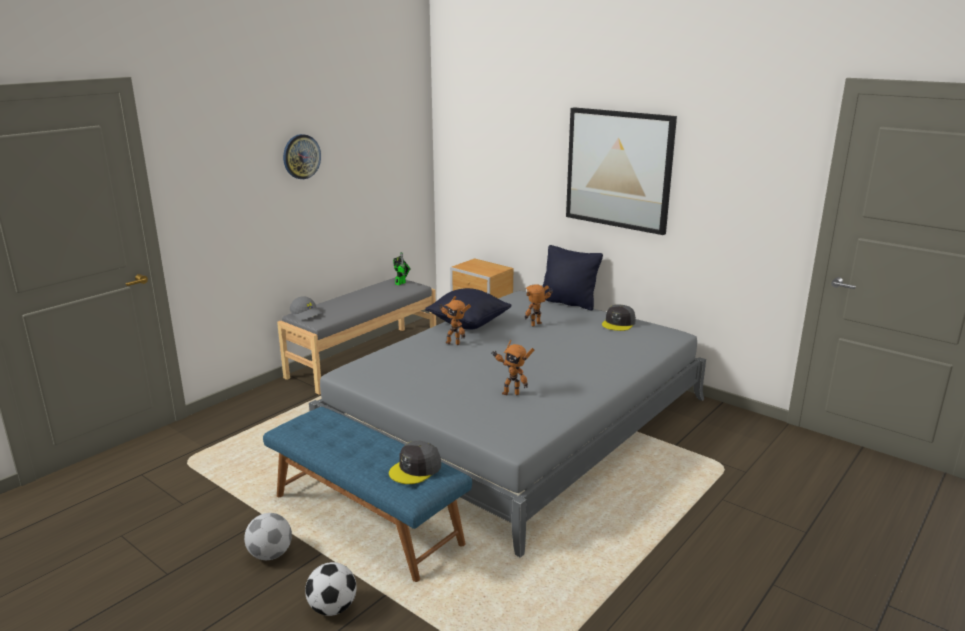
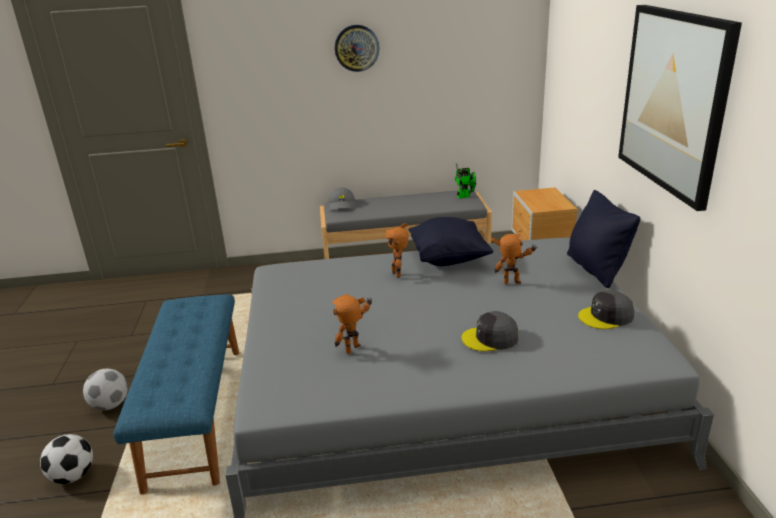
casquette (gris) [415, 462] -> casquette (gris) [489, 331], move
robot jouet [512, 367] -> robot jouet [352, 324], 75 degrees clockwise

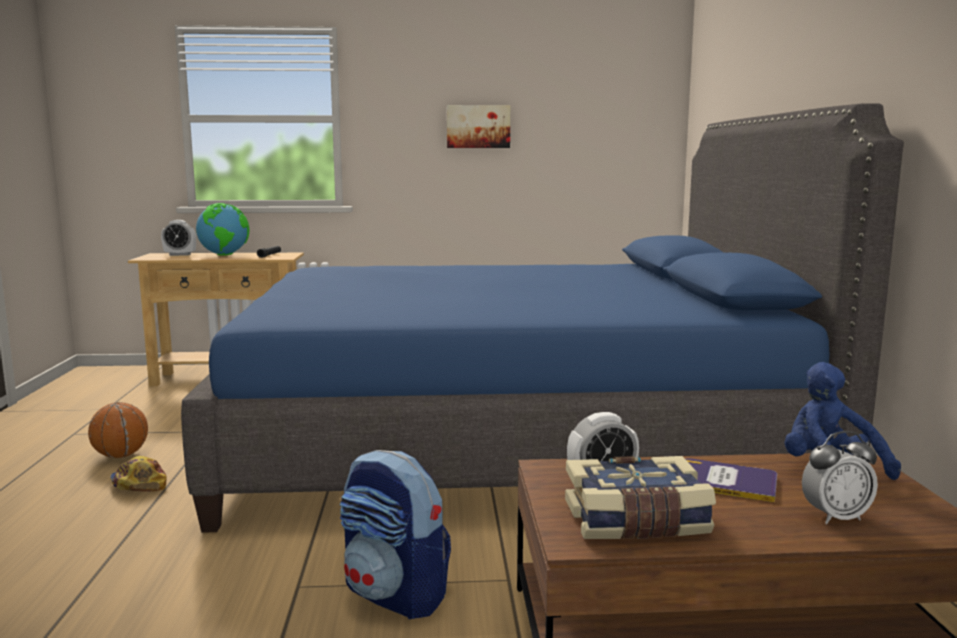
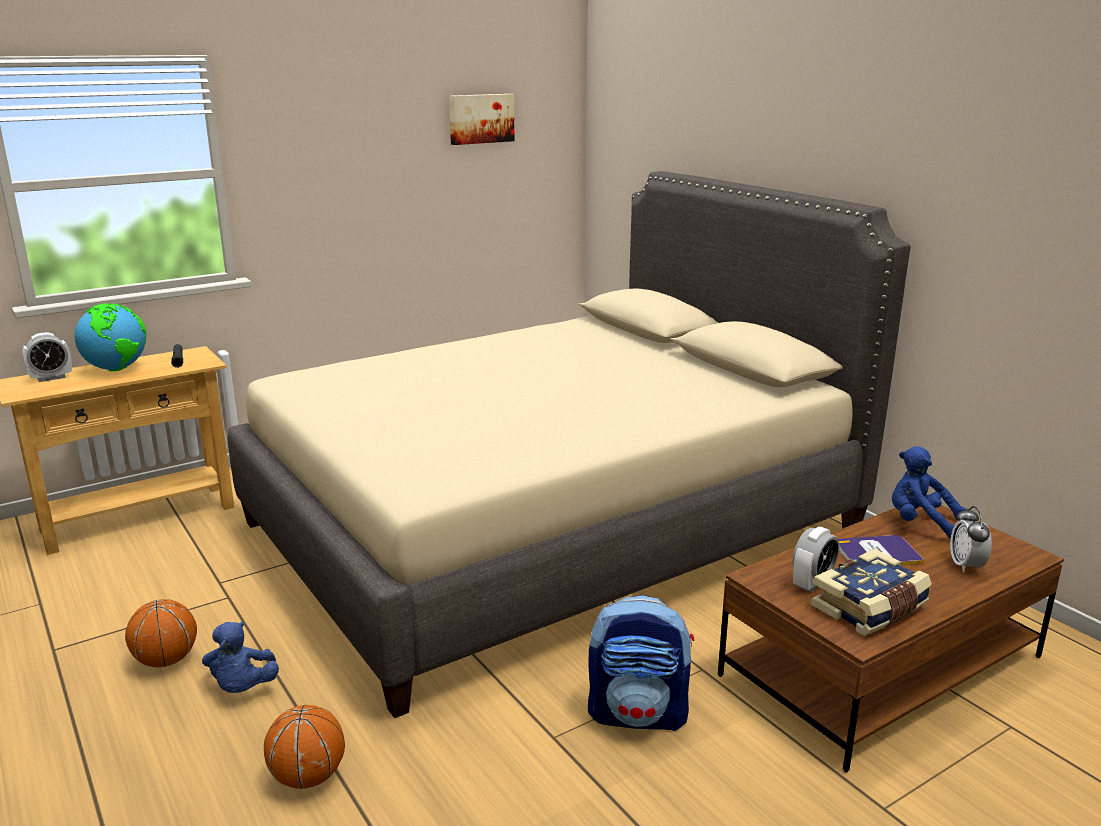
none -> ballon de basket [304, 747]
tableau [478, 126] -> tableau [482, 119], move
casquette [138, 474] -> peluche (bleu) [240, 657]
lit (bleu) [542, 318] -> lit (beige) [569, 444]
réveil [840, 477] -> réveil [971, 539], 135 degrees clockwise

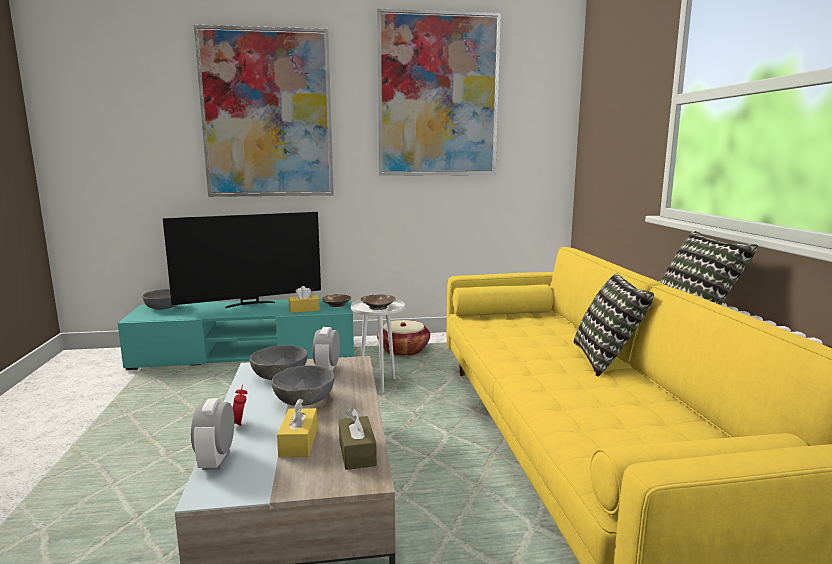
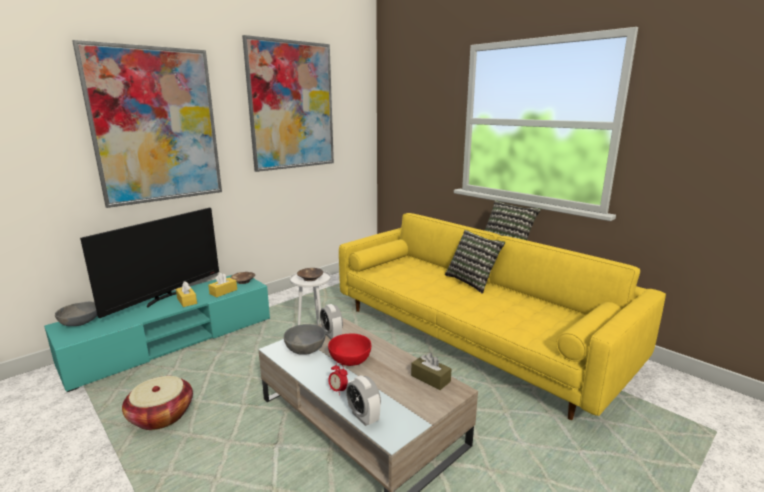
boîte à mouchoirs (jaune) [297, 427] -> boîte à mouchoirs (jaune) [186, 294], move
panier [403, 338] -> panier [157, 403], move
bol (gris) [303, 385] -> bol (rouge) [350, 350]

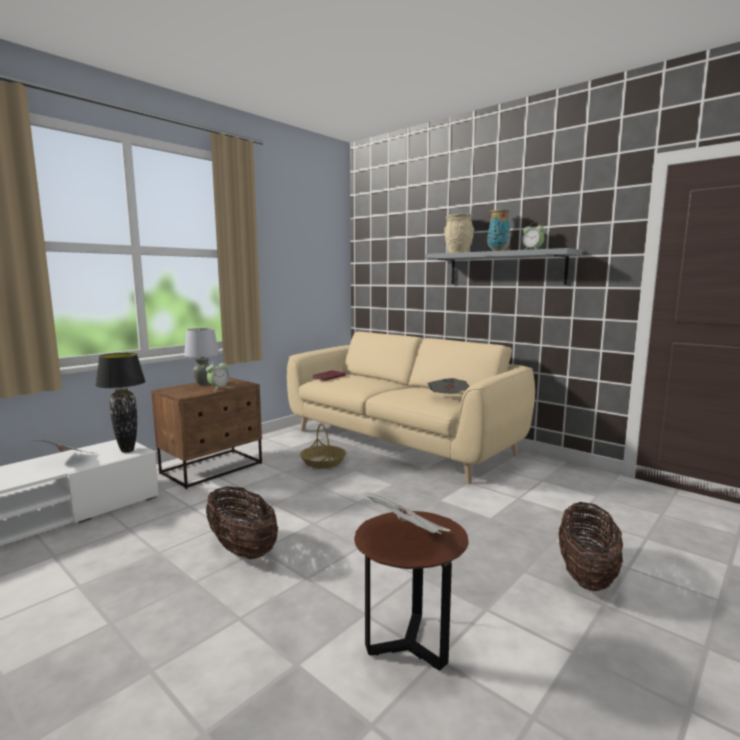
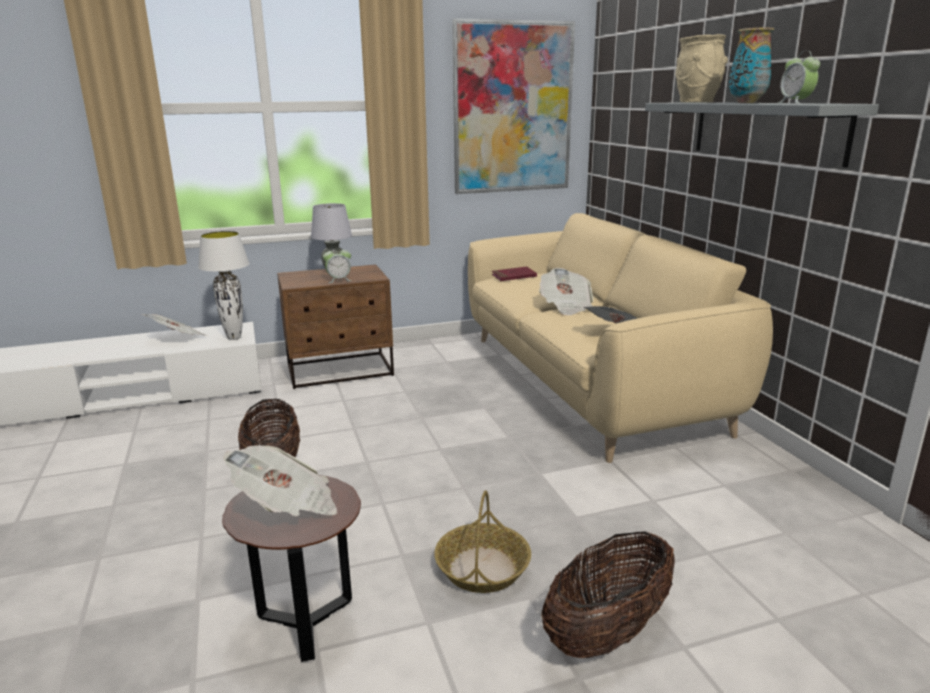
none -> tableau [513, 106]
none -> journal [566, 292]
panier [323, 445] -> panier [482, 541], move
lampe de table (noir) [120, 403] -> lampe de table (blanc) [224, 285]

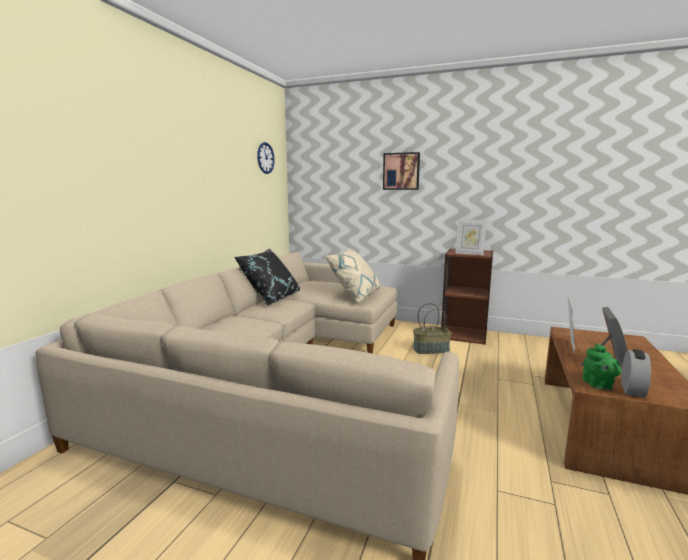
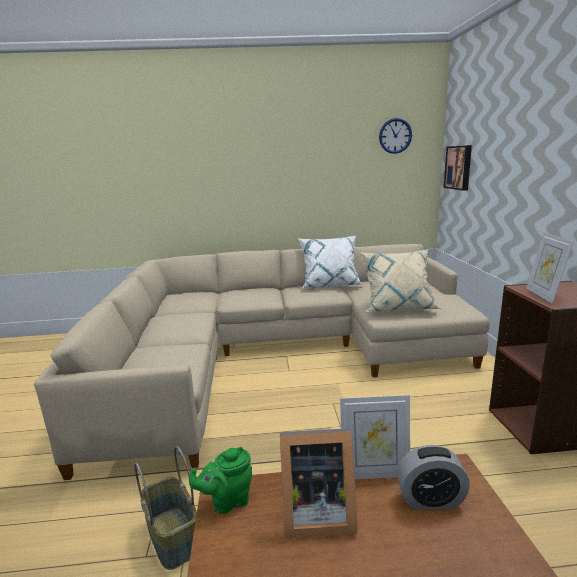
tableau [401, 171] -> tableau [458, 168], move
panier [432, 328] -> panier [165, 508], move
réveil [636, 373] -> réveil [433, 477], move
coussin (noir) [267, 277] -> coussin (blanc) [331, 262]

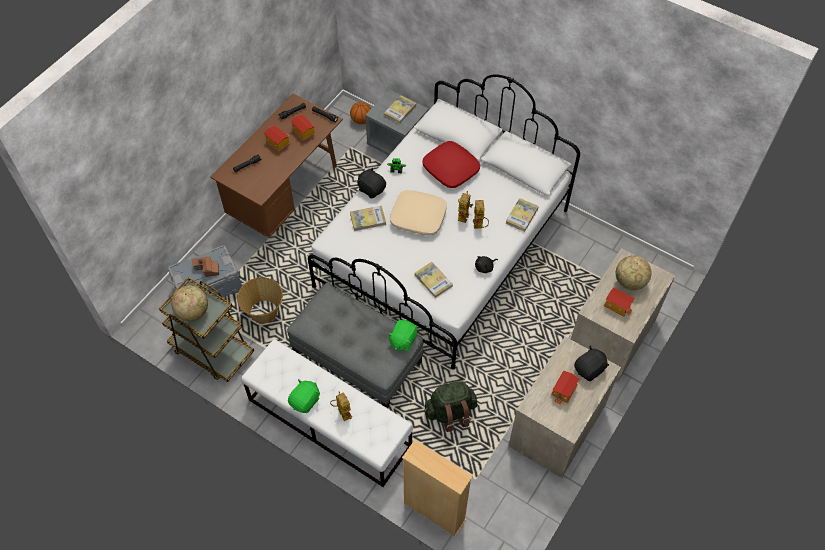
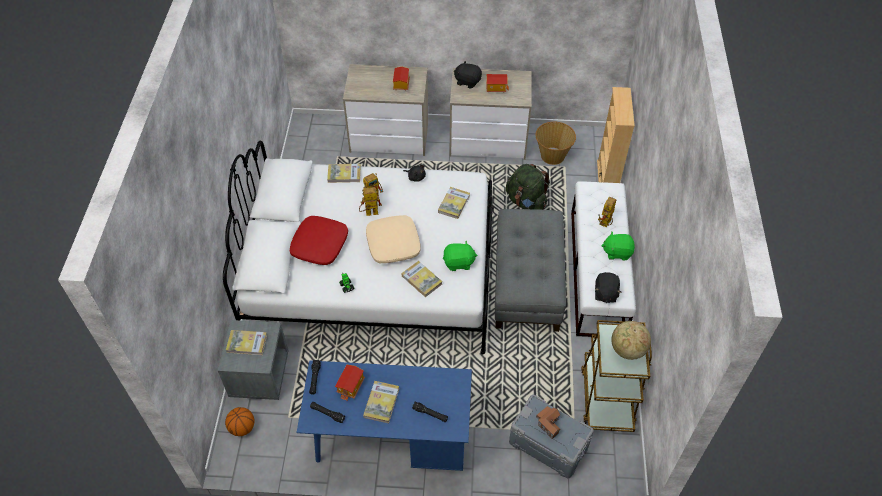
globe [634, 272] -> none
panier [260, 300] -> panier [555, 143], move
peluche (noir) [371, 183] -> peluche (noir) [608, 287], move
peluche (vert) [402, 335] -> peluche (vert) [460, 256], move
maison miniature [277, 138] -> livre [381, 402]
bureau (marron) [276, 166] -> bureau (bleu) [384, 415]

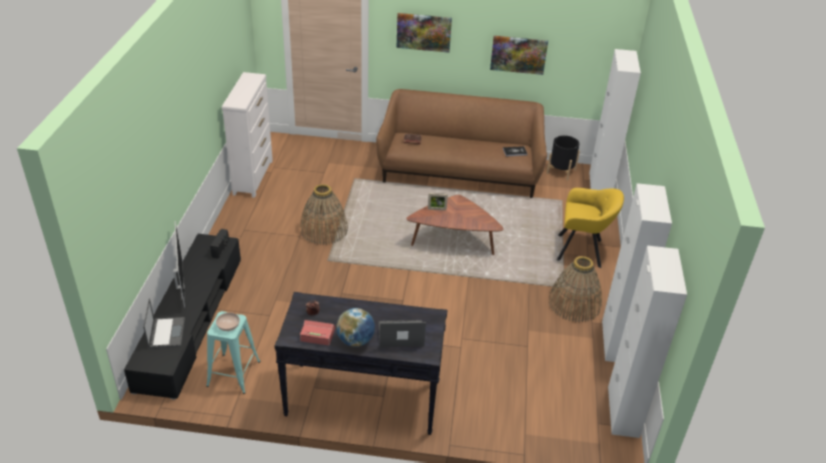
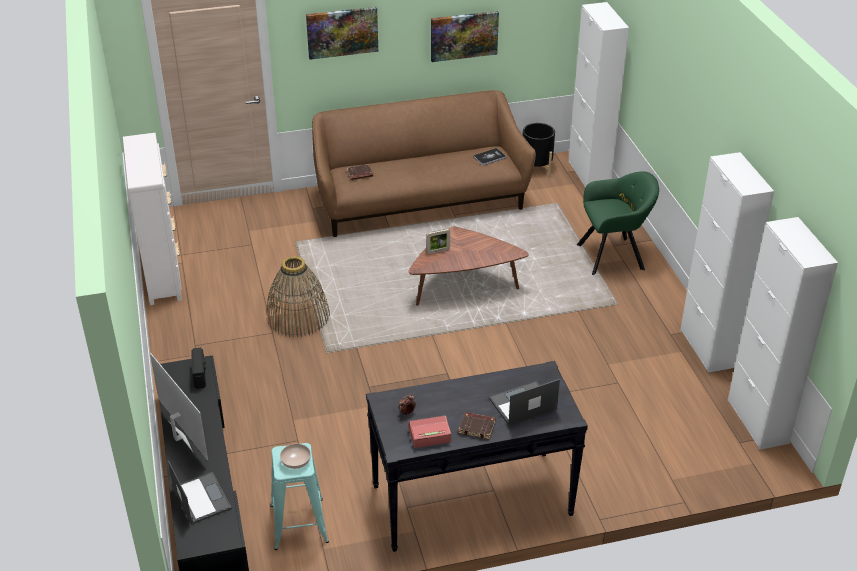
panier [575, 289] -> none
globe [355, 327] -> livre (marron) [477, 425]
fauteuil (jaune) [590, 228] -> fauteuil (vert) [618, 223]

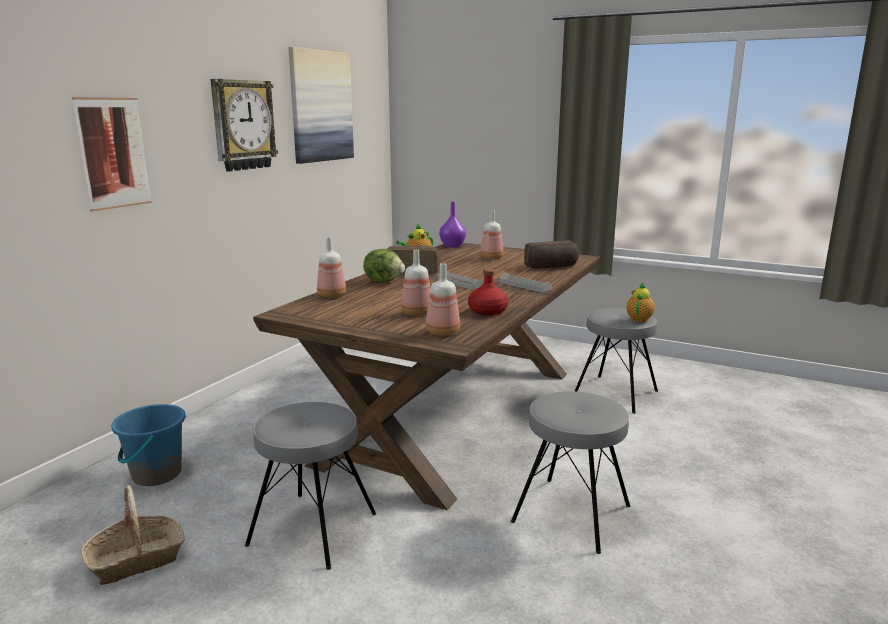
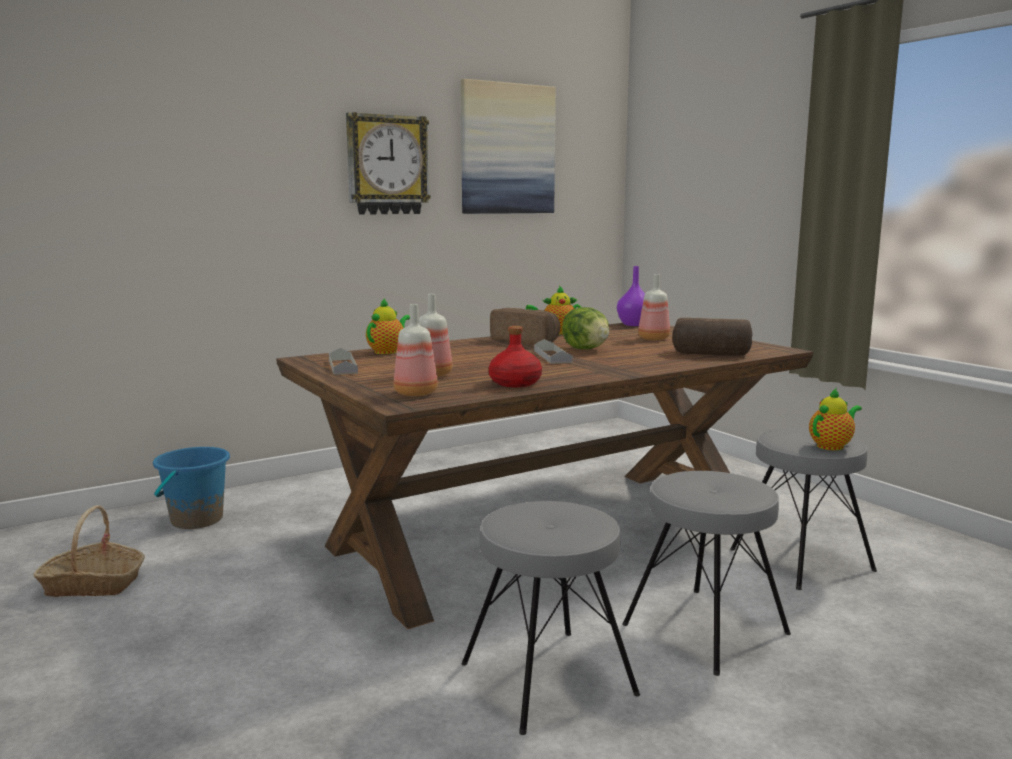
tableau [112, 154] -> none
tabouret (gris) [310, 486] -> tabouret (gris) [706, 573], move
laitue [384, 265] -> laitue [585, 328], move
plateau (gris) [526, 282] -> plateau (gris) [343, 361], move
bouteille [331, 267] -> théière [388, 326]

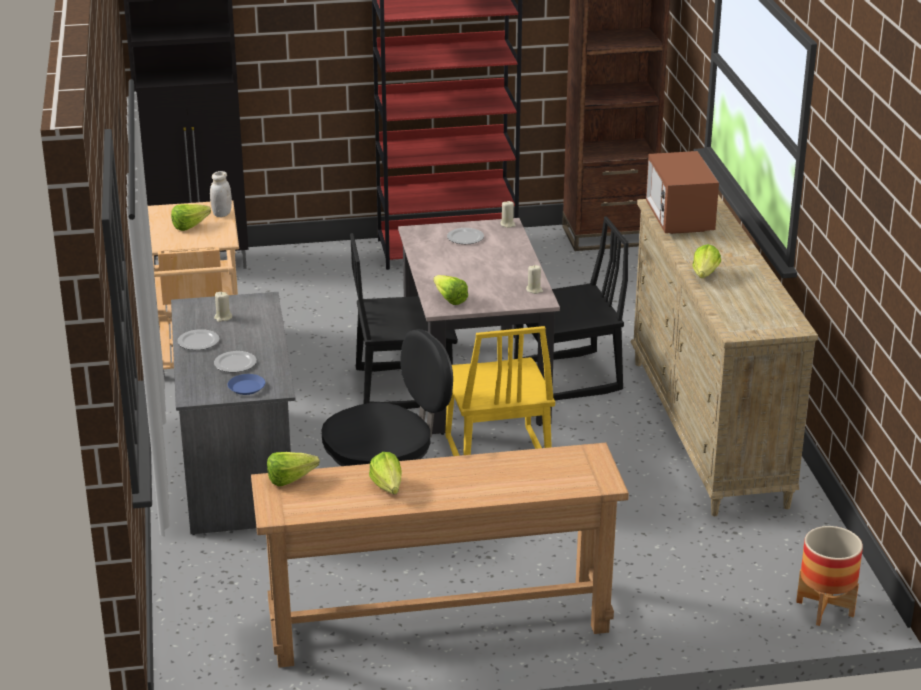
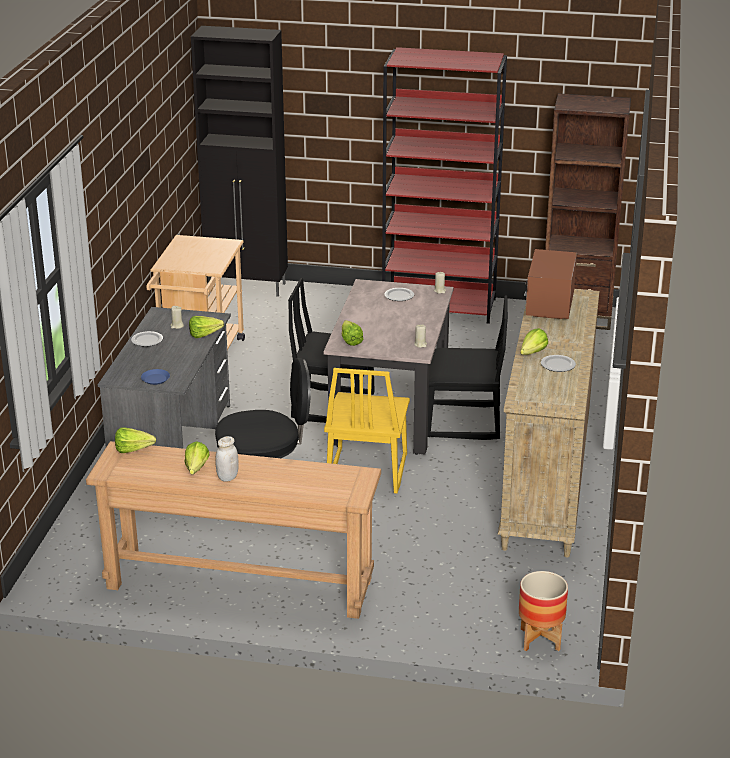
laitue [191, 217] -> laitue [206, 327], move
bocal (blanc) [221, 194] -> bocal (blanc) [227, 459], move
assiette [235, 362] -> assiette [558, 363], move

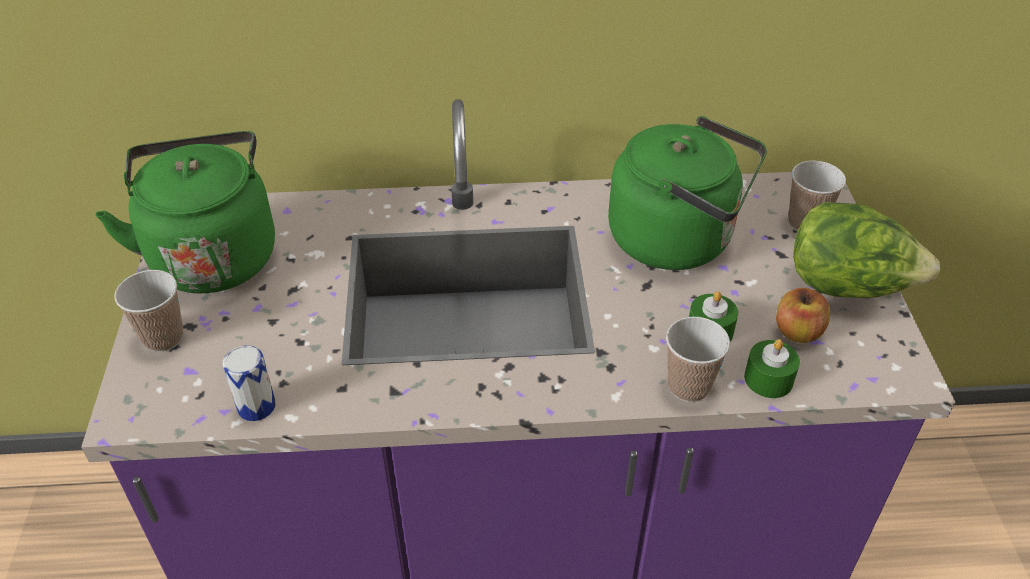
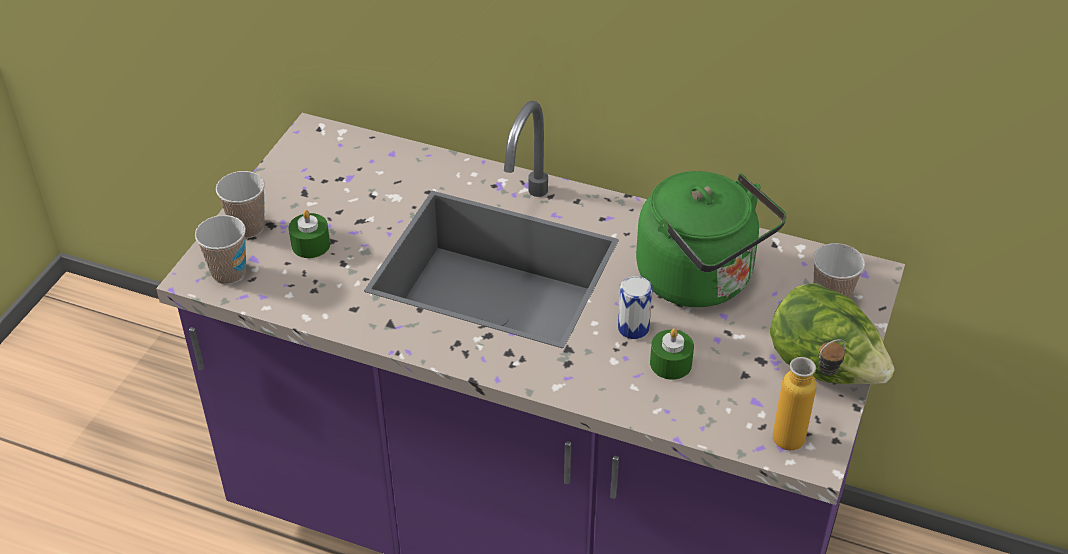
bouilloire (vert) [185, 212] -> none
pomme [803, 315] -> none
none -> bouteille [809, 394]
boîte métallique [249, 383] -> boîte métallique [635, 307], move
tasse [698, 359] -> tasse [220, 250], move
bougie (vert) [772, 368] -> bougie (vert) [309, 234], move

